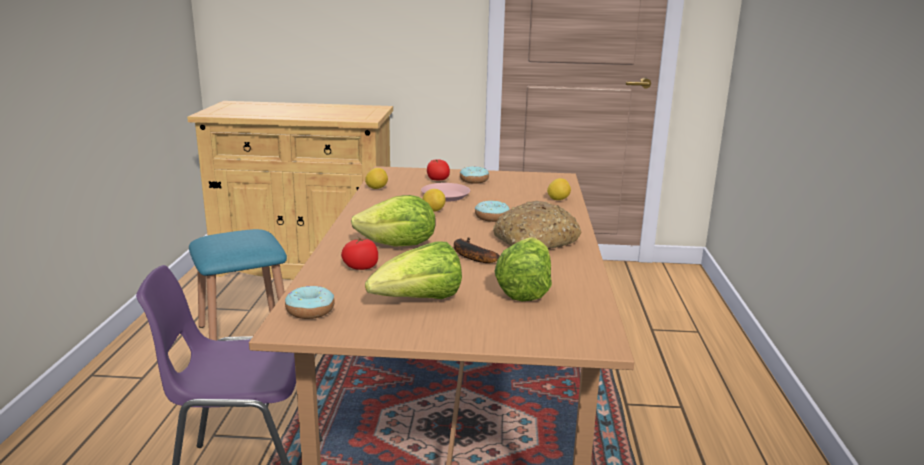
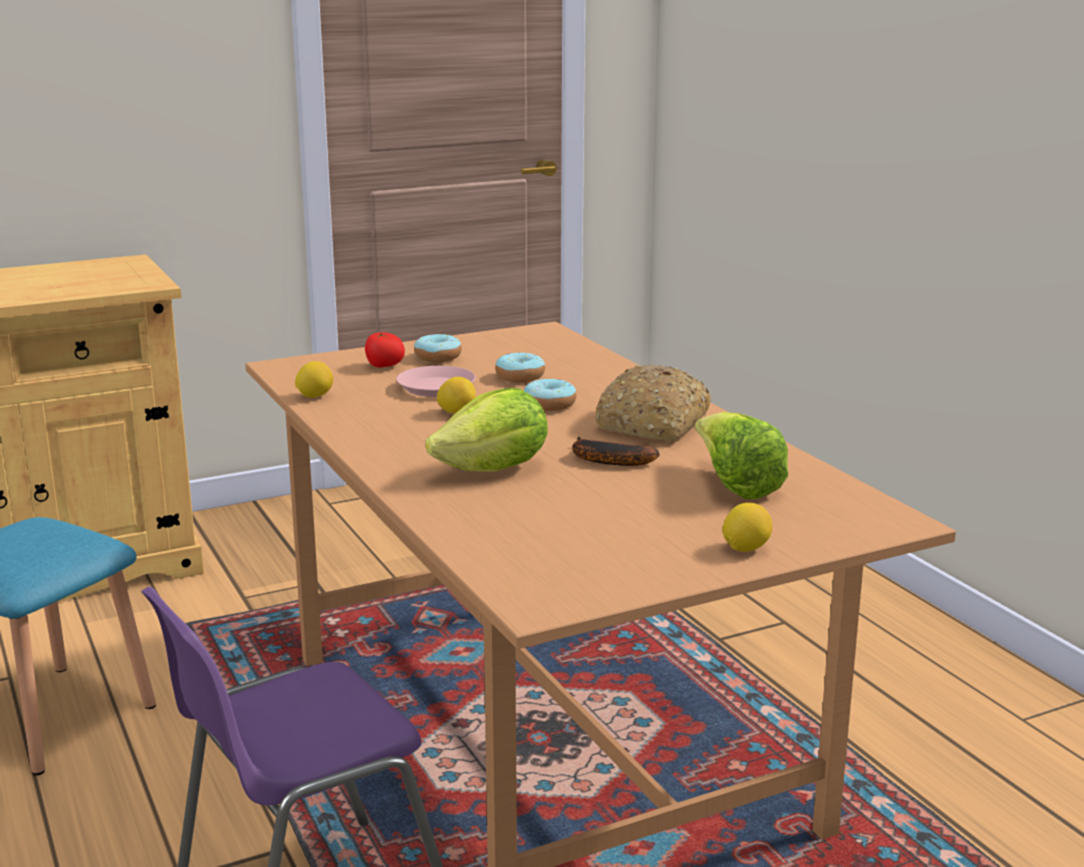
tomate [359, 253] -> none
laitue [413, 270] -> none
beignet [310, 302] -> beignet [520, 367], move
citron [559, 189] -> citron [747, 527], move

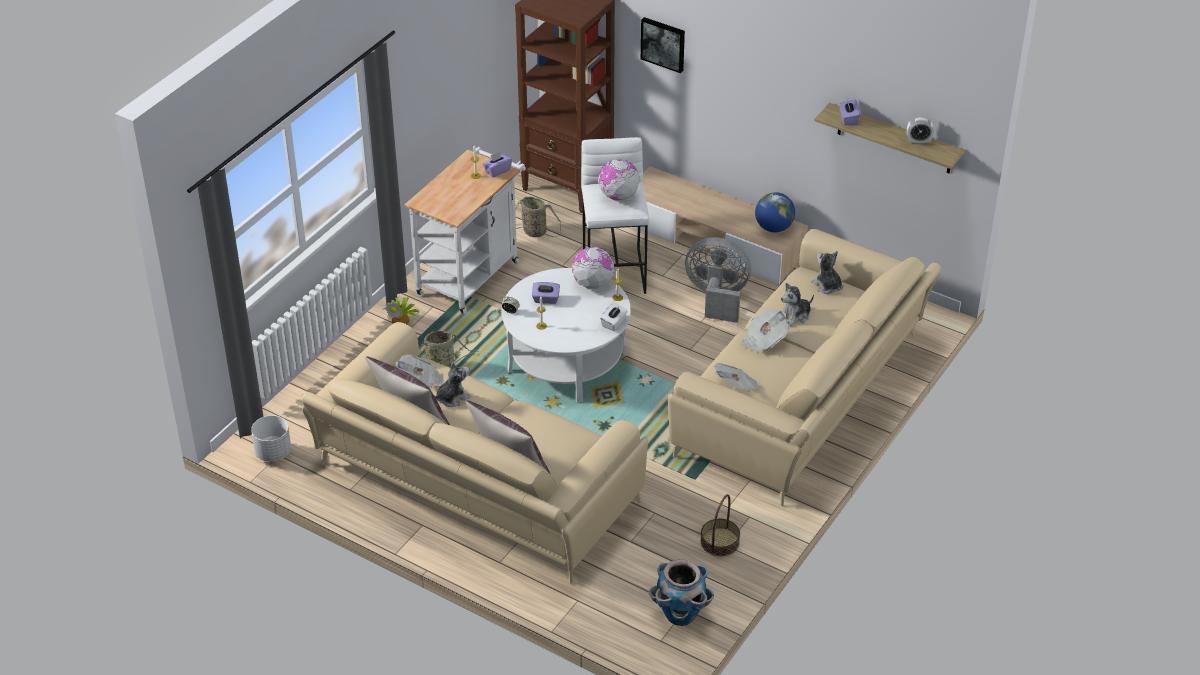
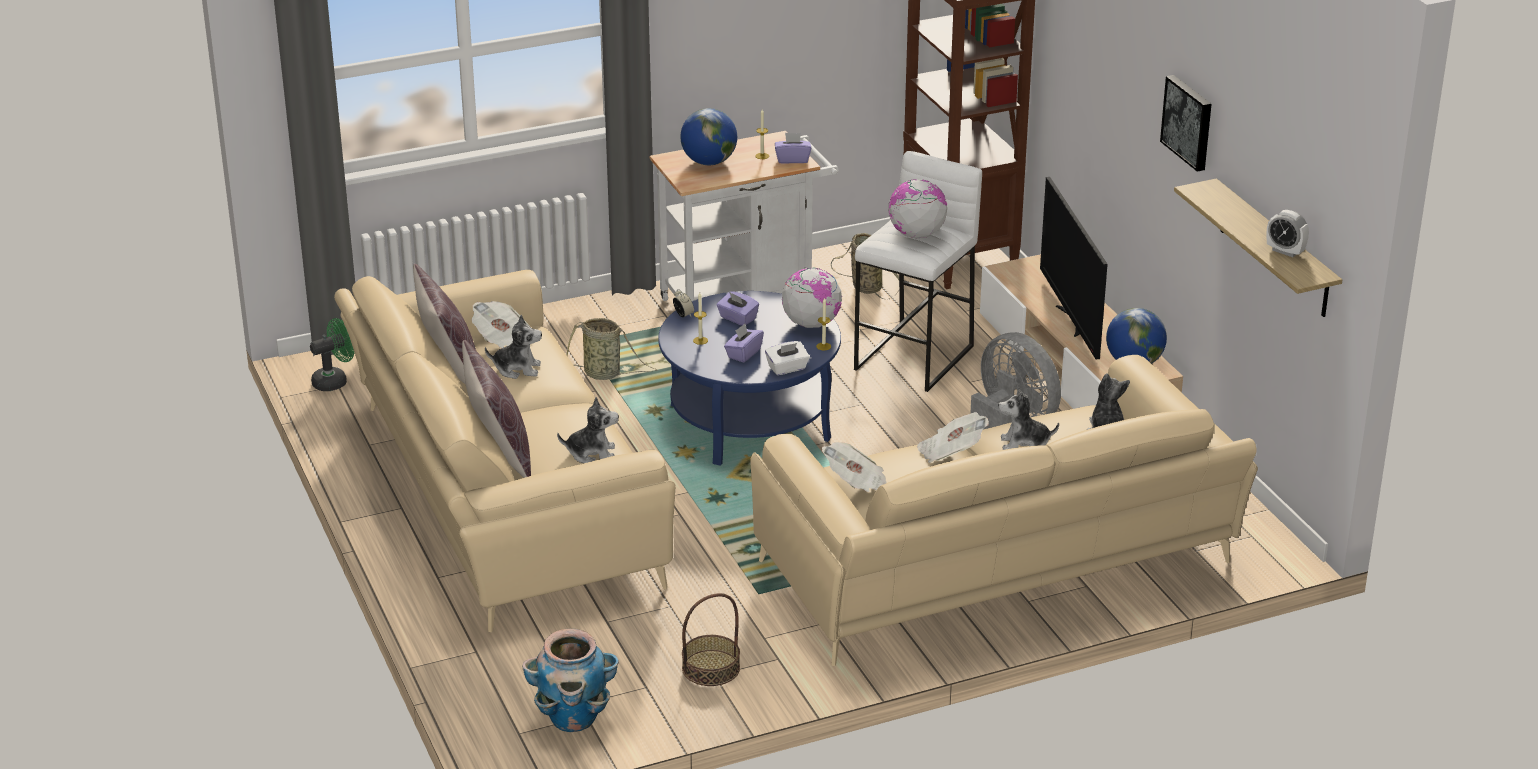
plante en pot [400, 310] -> none
none -> peluche [588, 430]
none -> globe [708, 136]
none -> téléviseur [1074, 268]
tableau [663, 45] -> tableau [1185, 123], move
boîte à mouchoirs (violet) [850, 112] -> boîte à mouchoirs (violet) [744, 343], move
cache-pot (blanc) [271, 438] -> ventilateur (vert) [332, 354]
table basse (blanc) [566, 335] -> table basse (bleu) [749, 378]

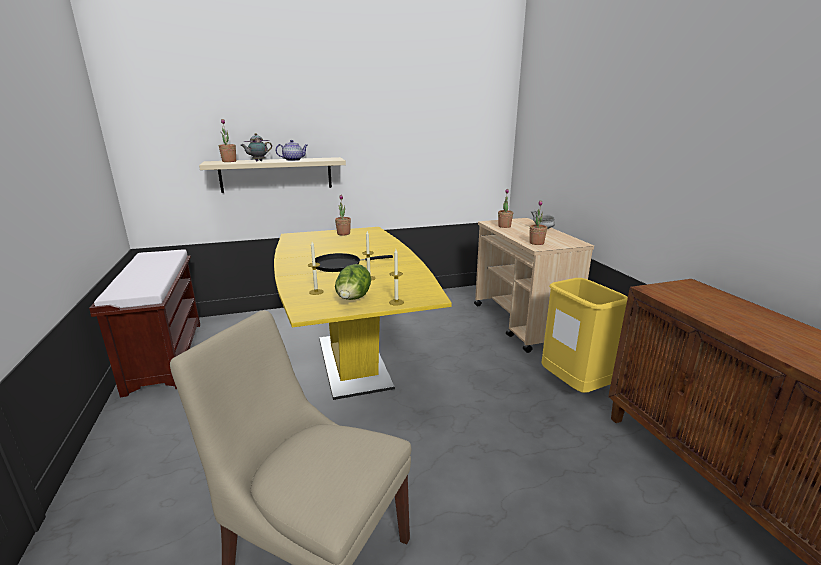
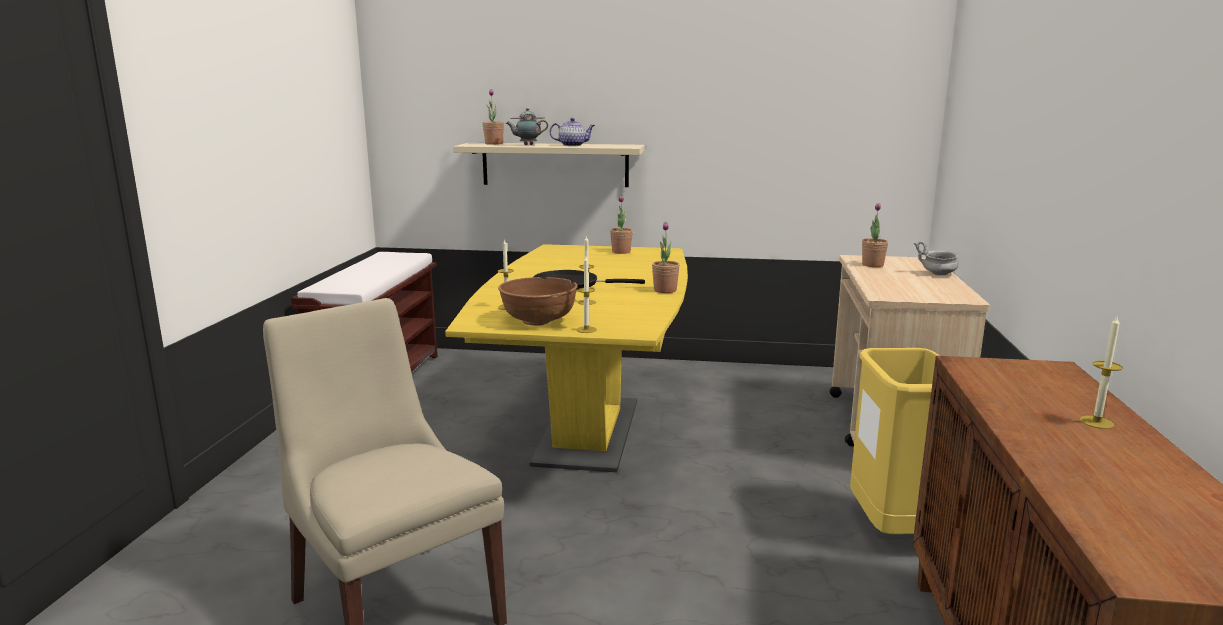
none -> bougie [1101, 373]
plante en pot [538, 222] -> plante en pot [666, 257], move
laitue [353, 282] -> bol (marron) [538, 301]

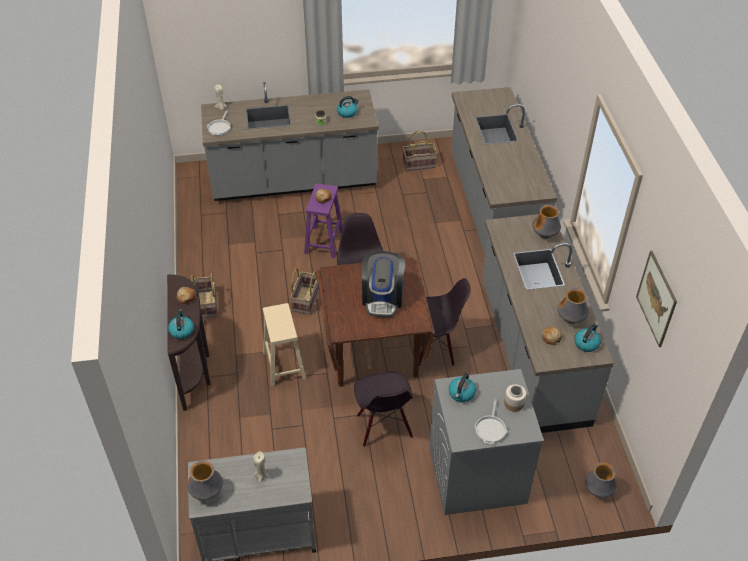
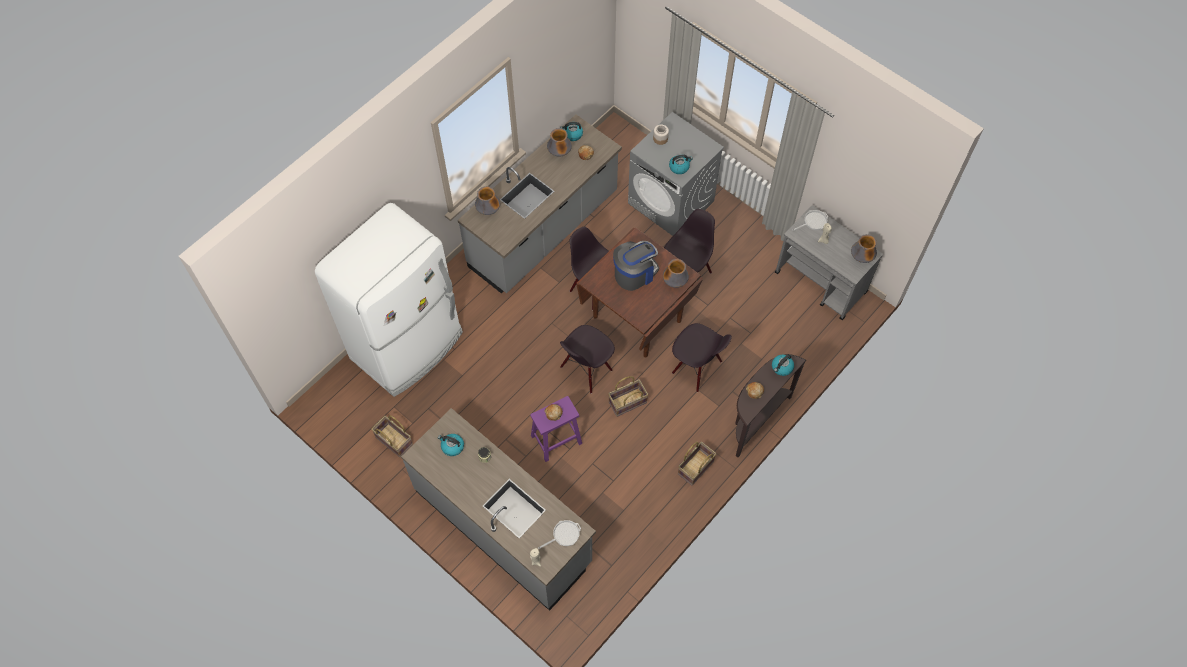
tableau [656, 299] -> none
poêle [490, 421] -> poêle [810, 220], move
vase [601, 480] -> vase [676, 273], move
tabouret (beige) [284, 344] -> chaise (noir) [702, 357]
comptoir de cuisine (gris) [504, 170] -> réfrigérateur (blanc) [389, 300]

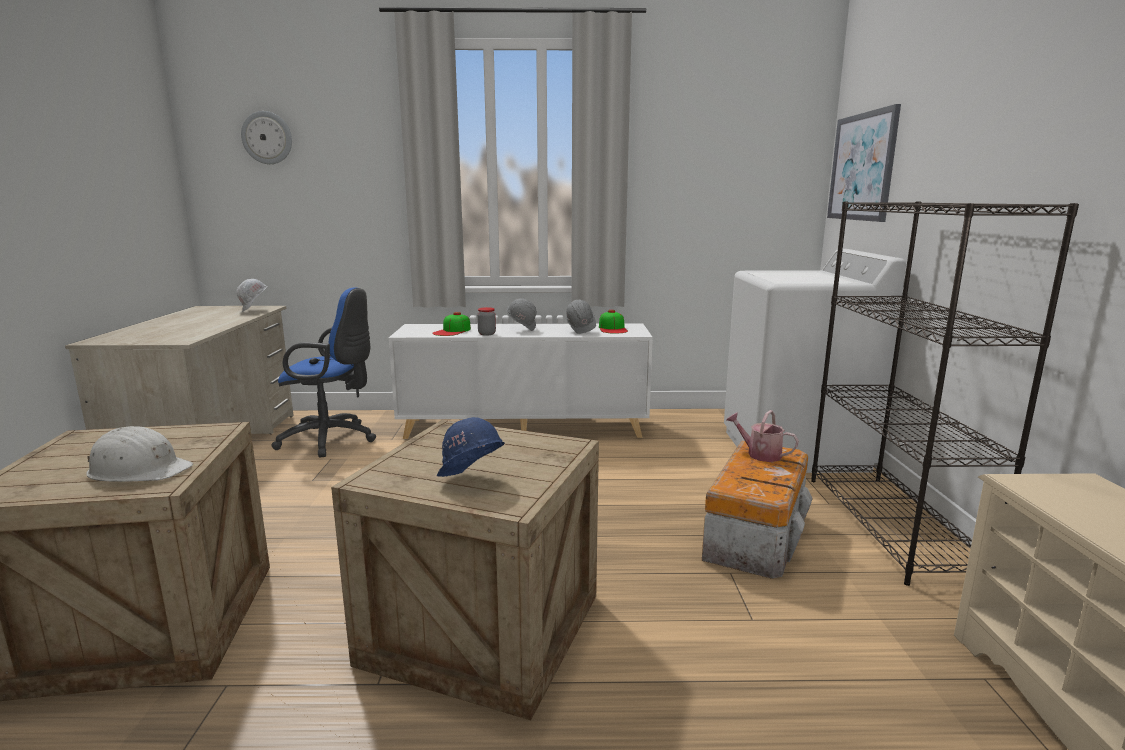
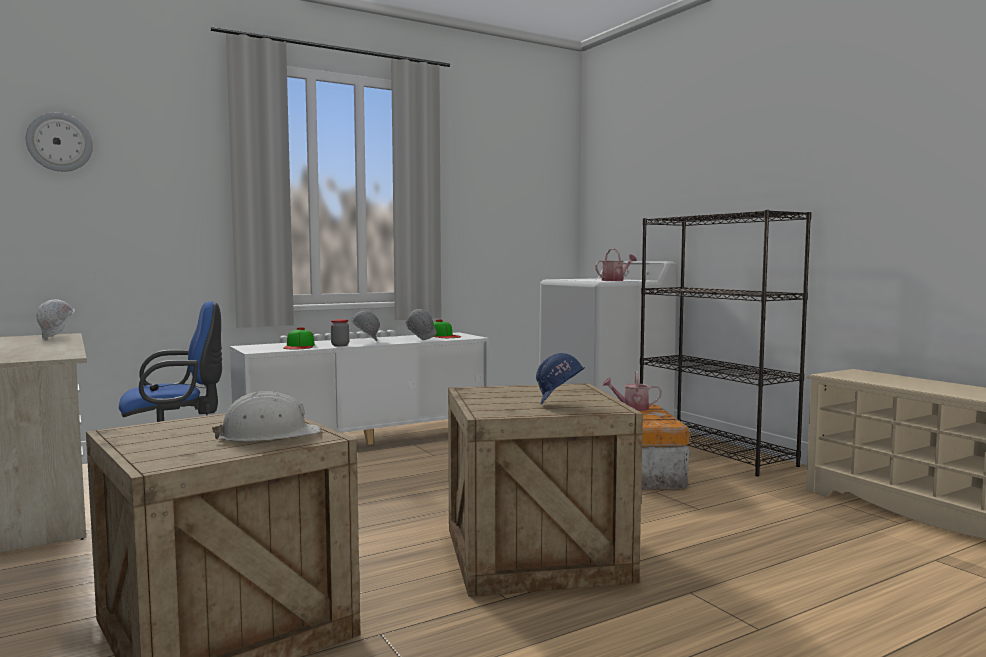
tableau [864, 163] -> none
none -> arrosoir [616, 265]

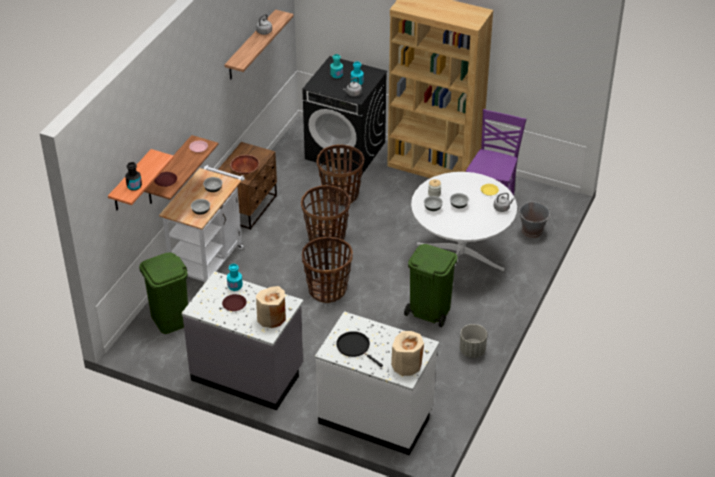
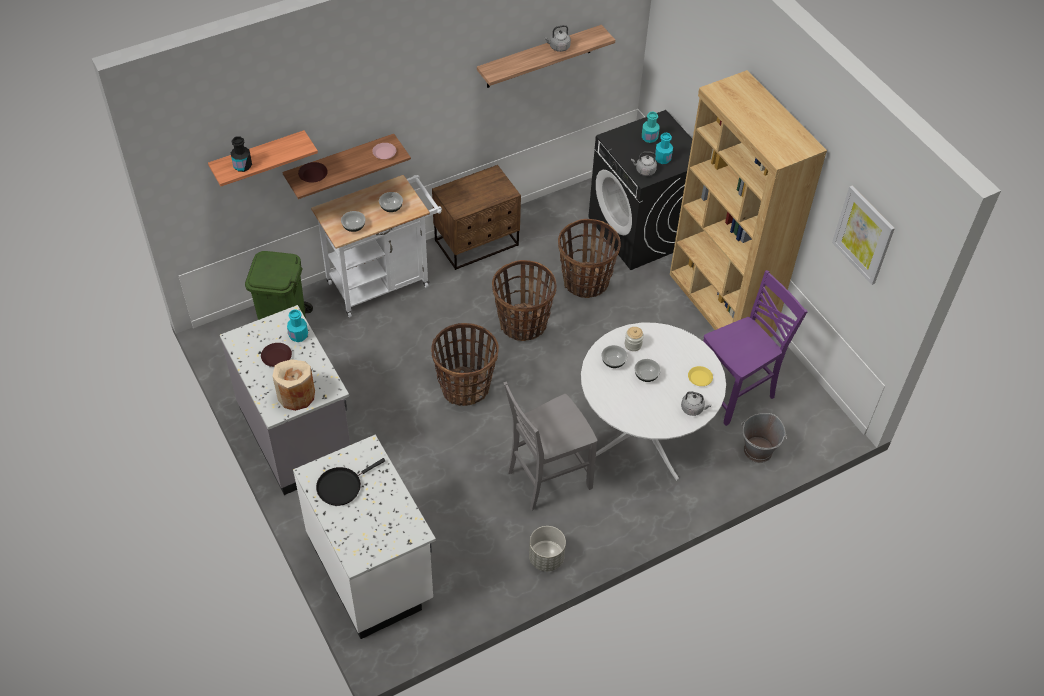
bol (marron) [245, 164] -> none
vase (beige) [407, 353] -> none
none -> tableau [863, 235]
poubelle (vert) [431, 285] -> chaise (gris) [550, 446]
poêle (noir) [359, 349] -> poêle (noir) [351, 482], 120 degrees counterclockwise

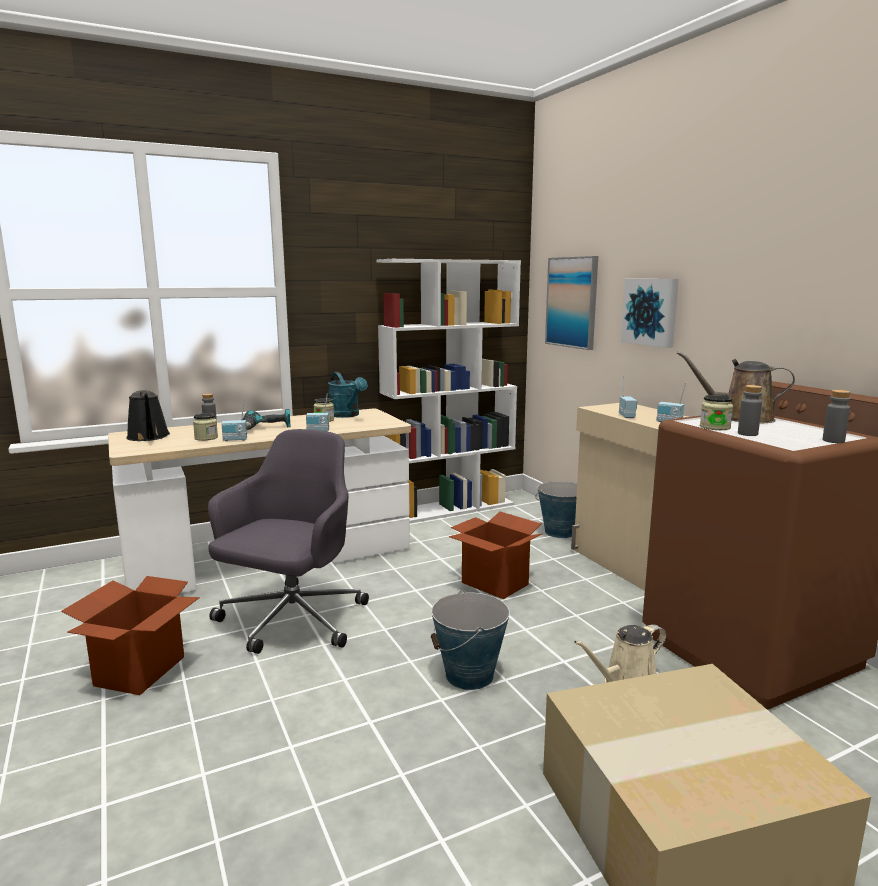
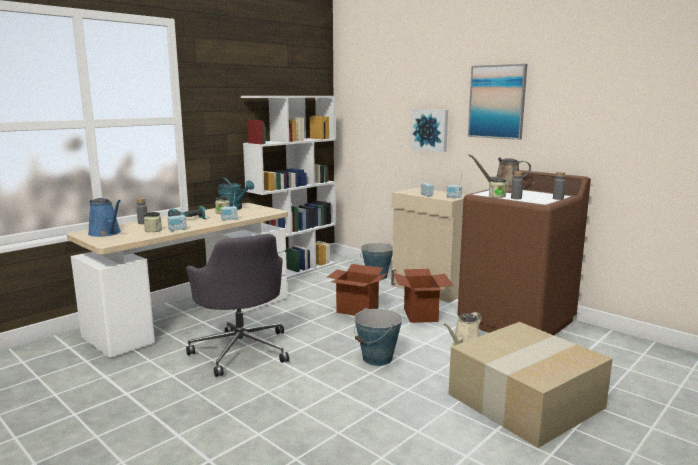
carton [130, 635] -> carton [423, 296], move
tableau [571, 303] -> tableau [497, 102], move
arrosoir (noir) [148, 415] -> arrosoir (bleu) [104, 217]
chaise de bureau (gris) [288, 541] -> chaise de bureau (gris) [237, 305], 150 degrees clockwise

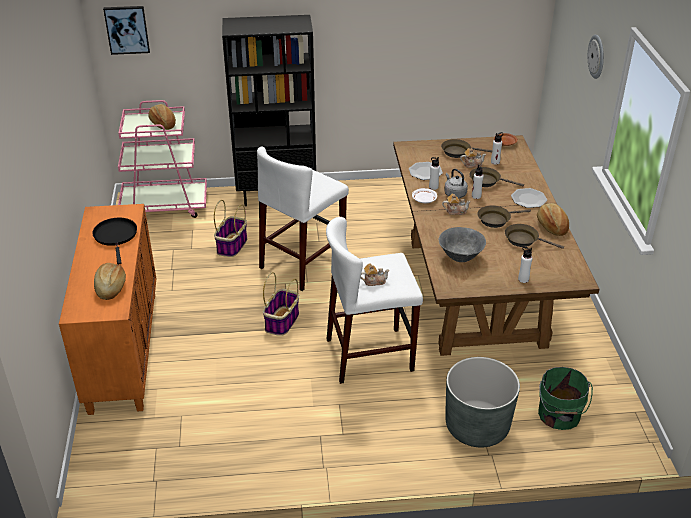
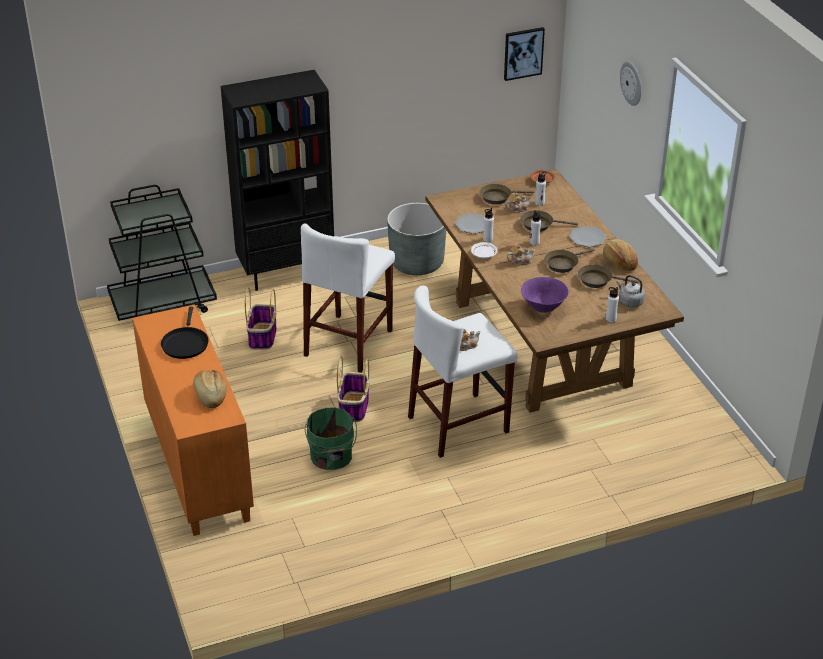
pain [162, 117] -> none
tableau [126, 30] -> tableau [524, 54], move
bouilloire (gris) [456, 183] -> bouilloire (gris) [631, 291], move
cache-pot (gris) [482, 402] -> cache-pot (gris) [416, 239], move
seau (vert) [565, 398] -> seau (vert) [330, 438], move
chariot (rose) [162, 159] -> chariot (noir) [162, 253]
bol (gris) [462, 244] -> bol (violet) [545, 295]
poêle (noir) [114, 241] -> poêle (noir) [185, 333], 150 degrees counterclockwise

